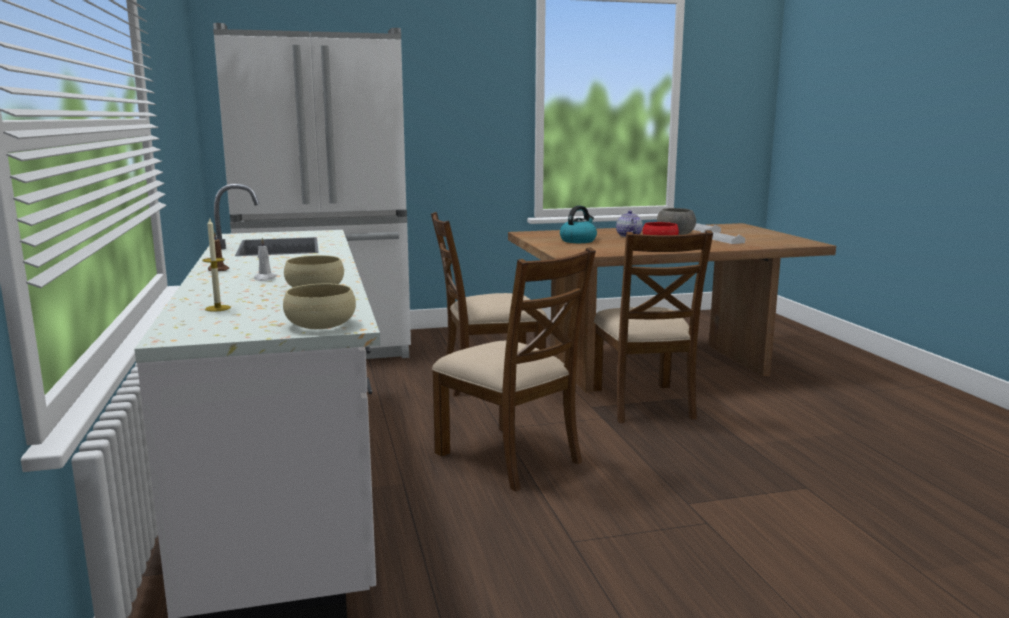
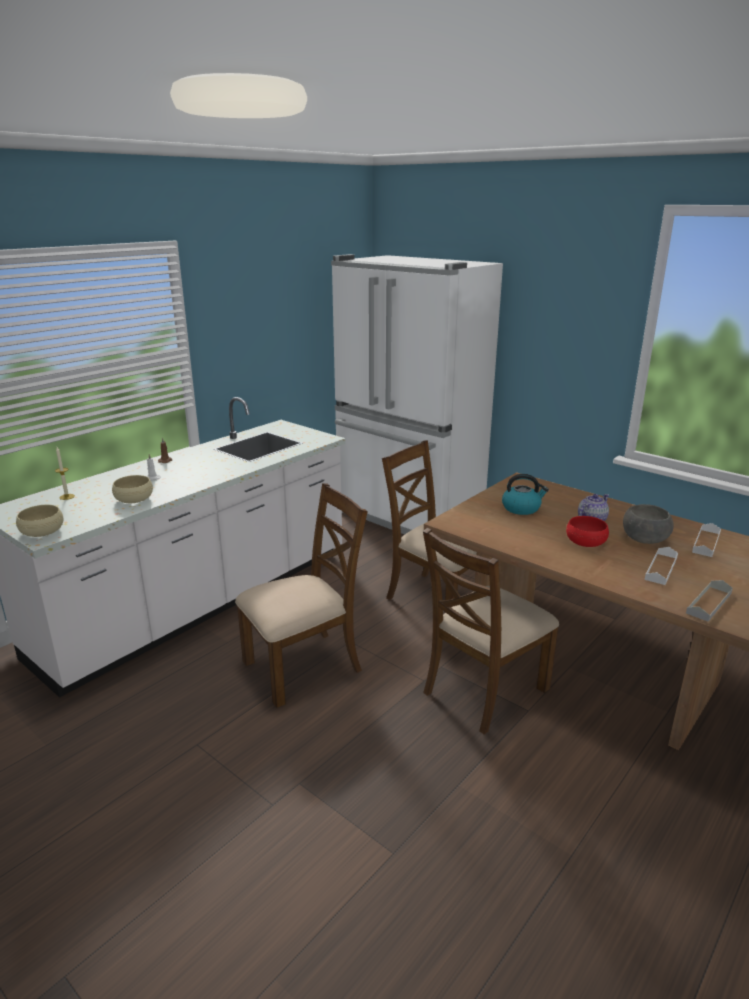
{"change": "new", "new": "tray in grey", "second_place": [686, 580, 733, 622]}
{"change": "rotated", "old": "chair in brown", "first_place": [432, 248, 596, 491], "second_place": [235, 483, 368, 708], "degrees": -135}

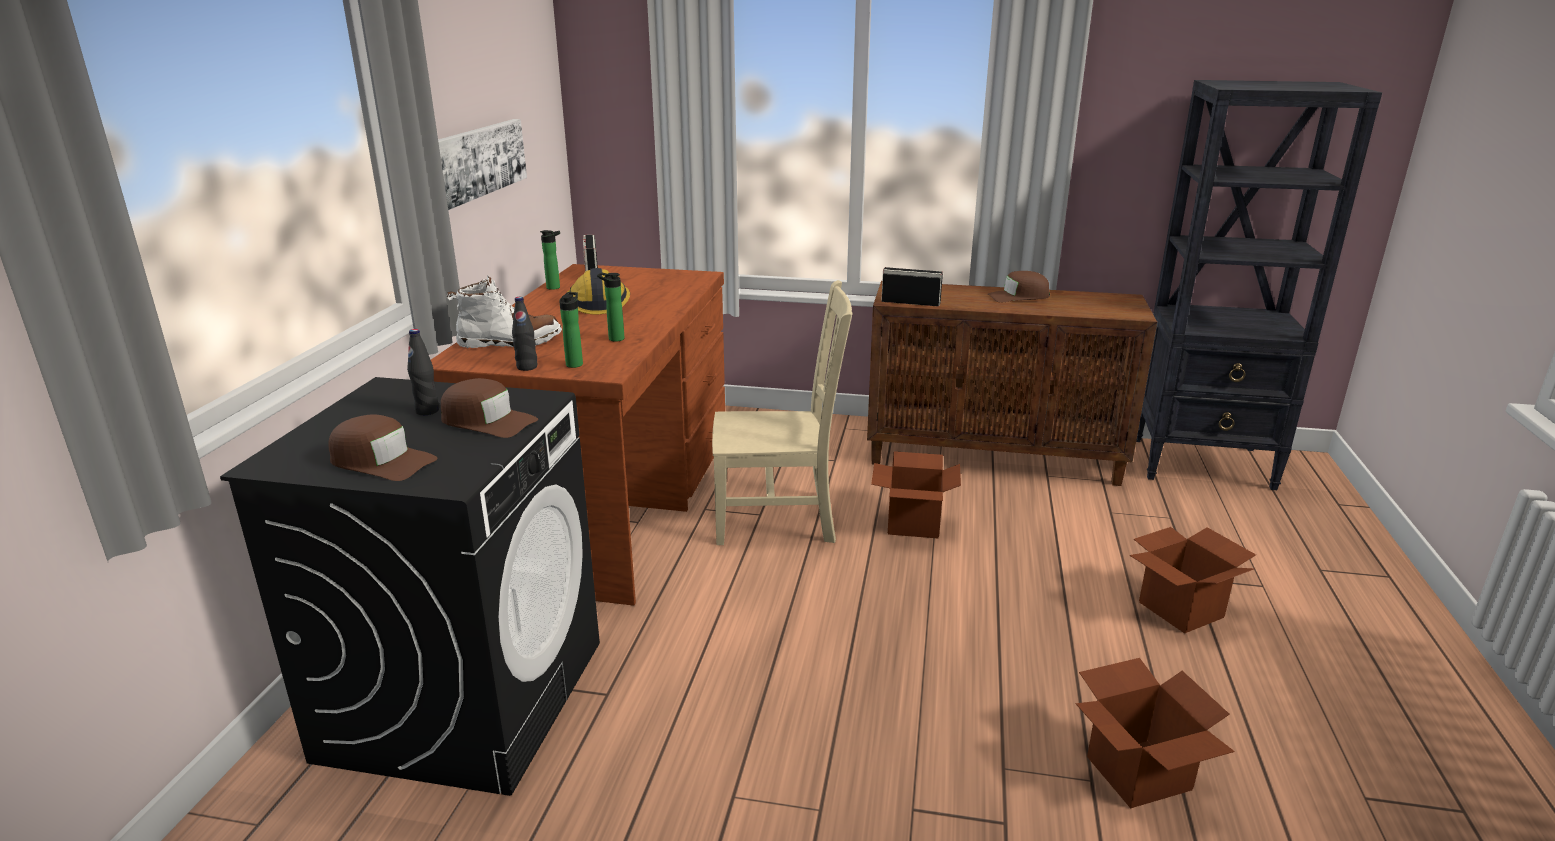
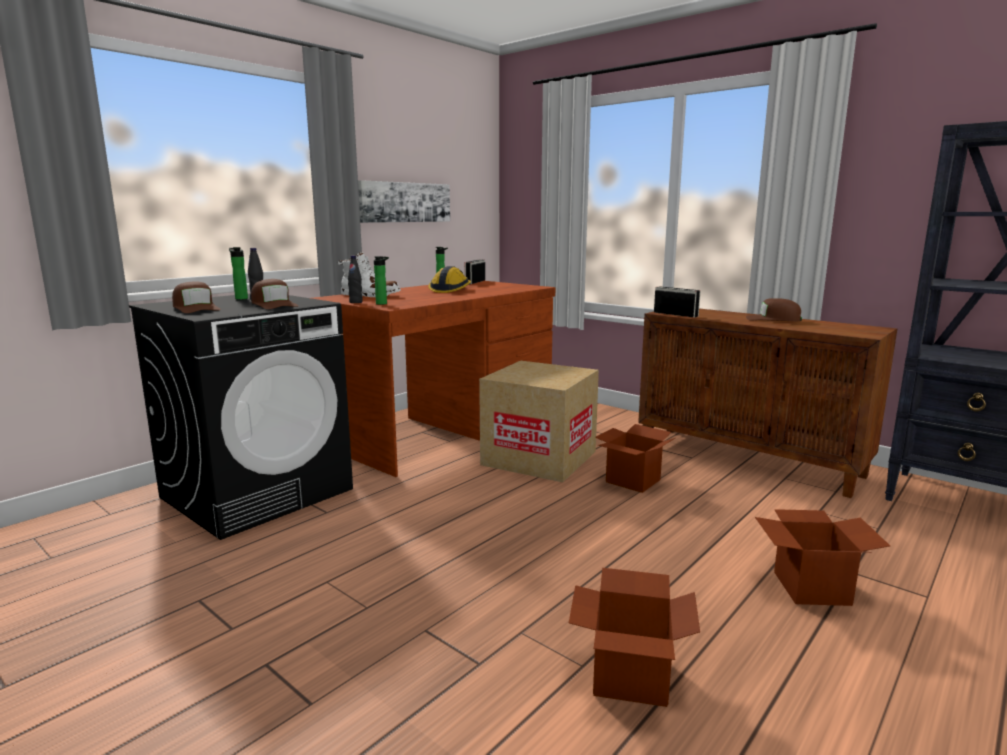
{"change": "shifted", "old": "bottle", "first_place": [597, 273, 625, 342], "second_place": [229, 247, 248, 300]}
{"change": "swapped", "old": "chair in beige", "new": "cardboard box", "first_place": [712, 280, 853, 545], "second_place": [479, 361, 599, 482]}

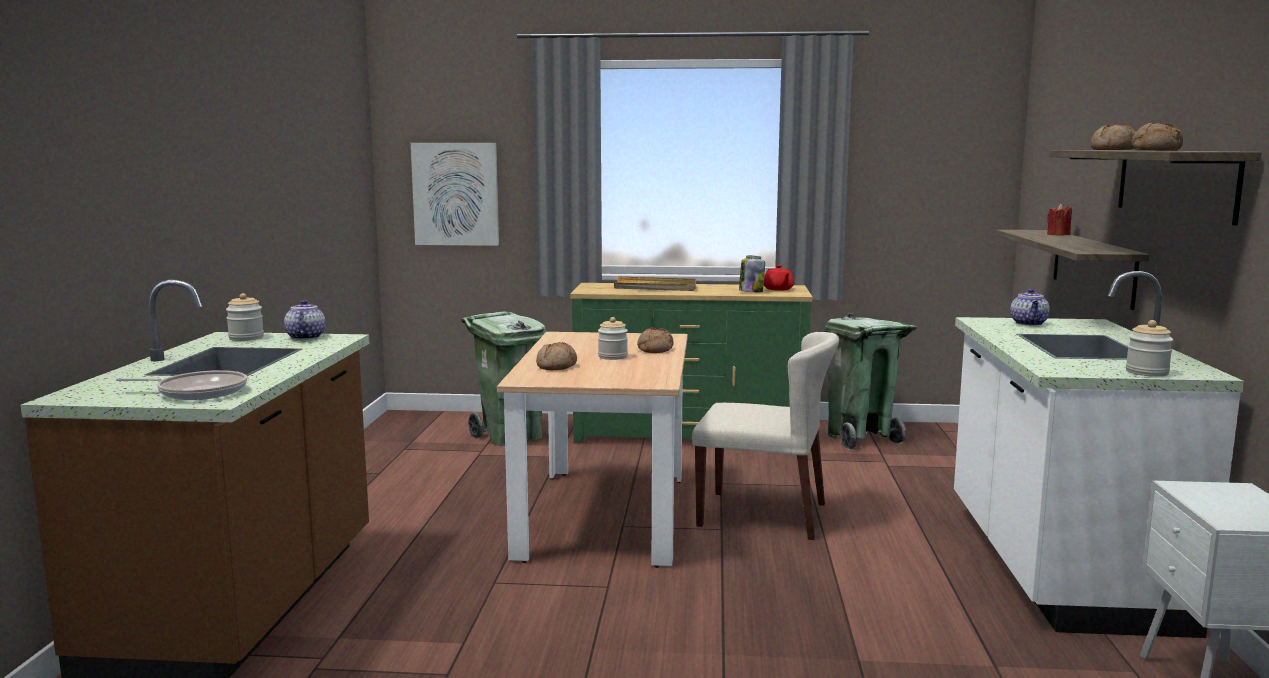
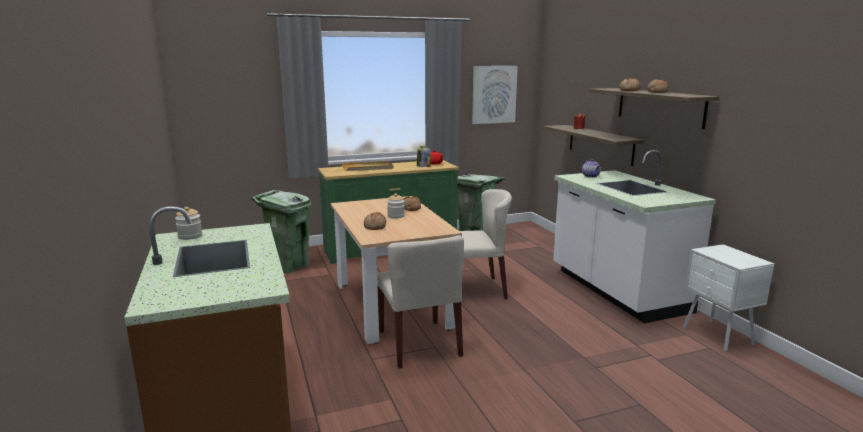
{"change": "gone", "old": "frying pan", "first_place": [116, 370, 248, 400]}
{"change": "gone", "old": "teapot", "first_place": [284, 300, 326, 340]}
{"change": "gone", "old": "jar", "first_place": [1126, 320, 1173, 377]}
{"change": "new", "new": "chair in beige", "second_place": [377, 236, 464, 369]}
{"change": "shifted", "old": "picture", "first_place": [411, 143, 499, 246], "second_place": [472, 66, 518, 124]}

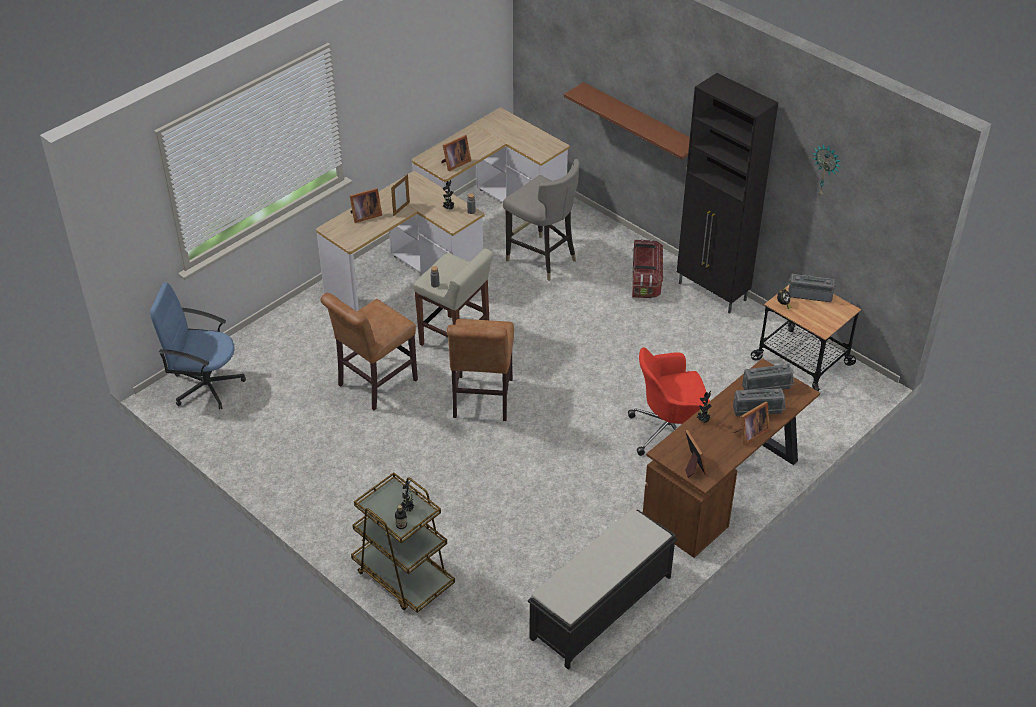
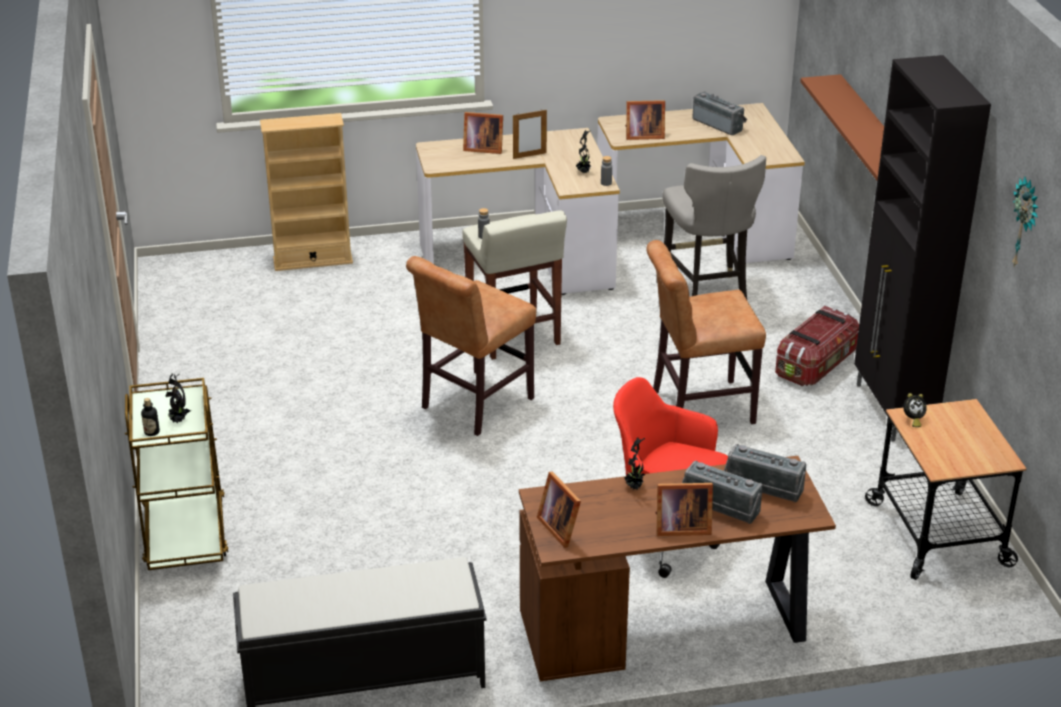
{"change": "gone", "old": "office chair in blue", "first_place": [150, 282, 246, 409]}
{"change": "new", "new": "bookcase in beige", "second_place": [260, 113, 353, 271]}
{"change": "shifted", "old": "chair in brown", "first_place": [320, 293, 418, 410], "second_place": [646, 240, 766, 424]}
{"change": "shifted", "old": "radio", "first_place": [788, 274, 836, 302], "second_place": [692, 92, 747, 135]}
{"change": "rotated", "old": "picture frame", "first_place": [685, 429, 708, 478], "second_place": [537, 472, 581, 548], "degrees": 135}

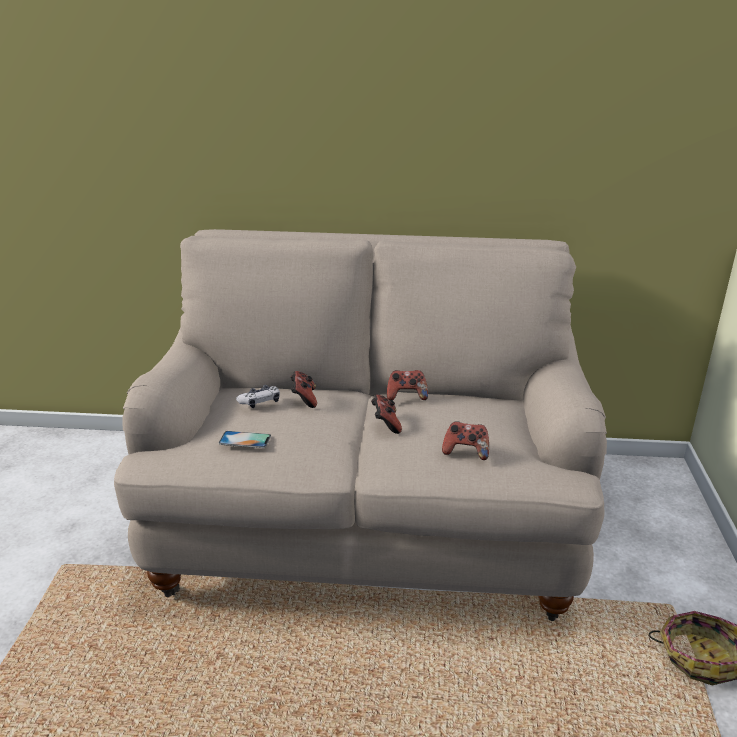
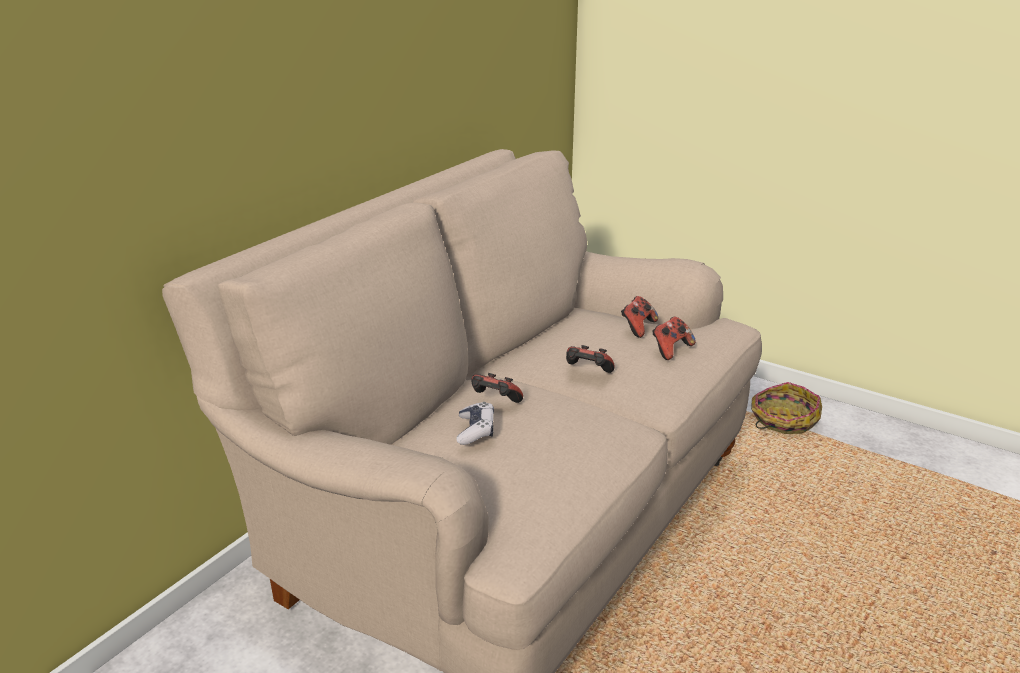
{"change": "gone", "old": "phone", "first_place": [219, 431, 271, 448]}
{"change": "shifted", "old": "game controller", "first_place": [387, 370, 428, 400], "second_place": [621, 296, 658, 338]}

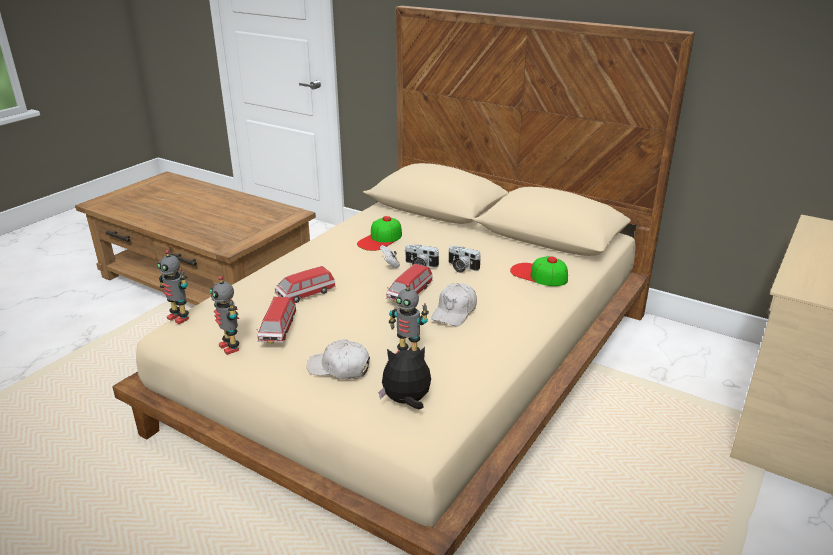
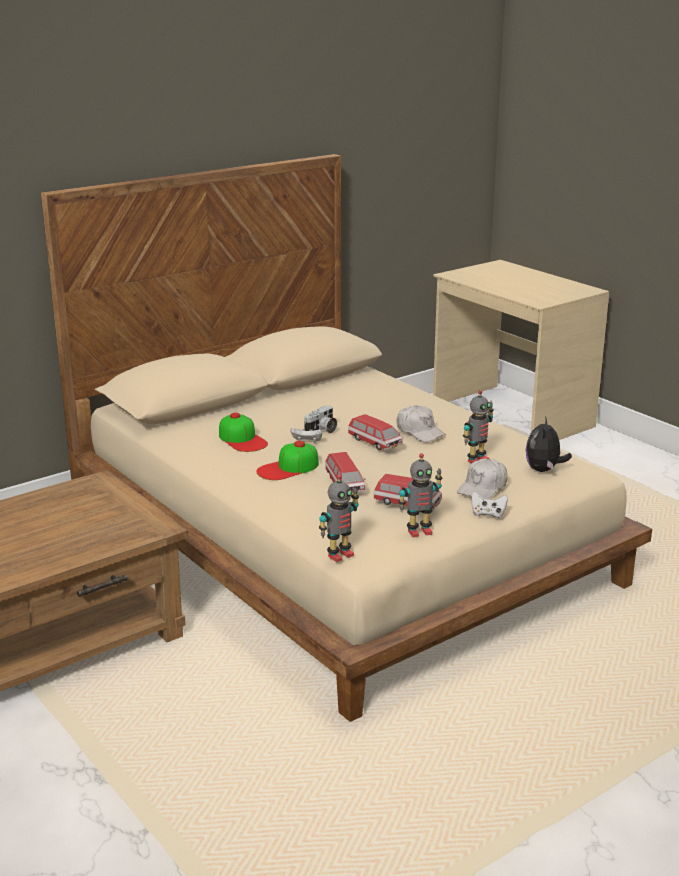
{"change": "gone", "old": "photo camera", "first_place": [448, 245, 481, 273]}
{"change": "new", "new": "game controller in white", "second_place": [471, 491, 508, 518]}
{"change": "shifted", "old": "cap", "first_place": [510, 256, 568, 286], "second_place": [256, 441, 319, 480]}

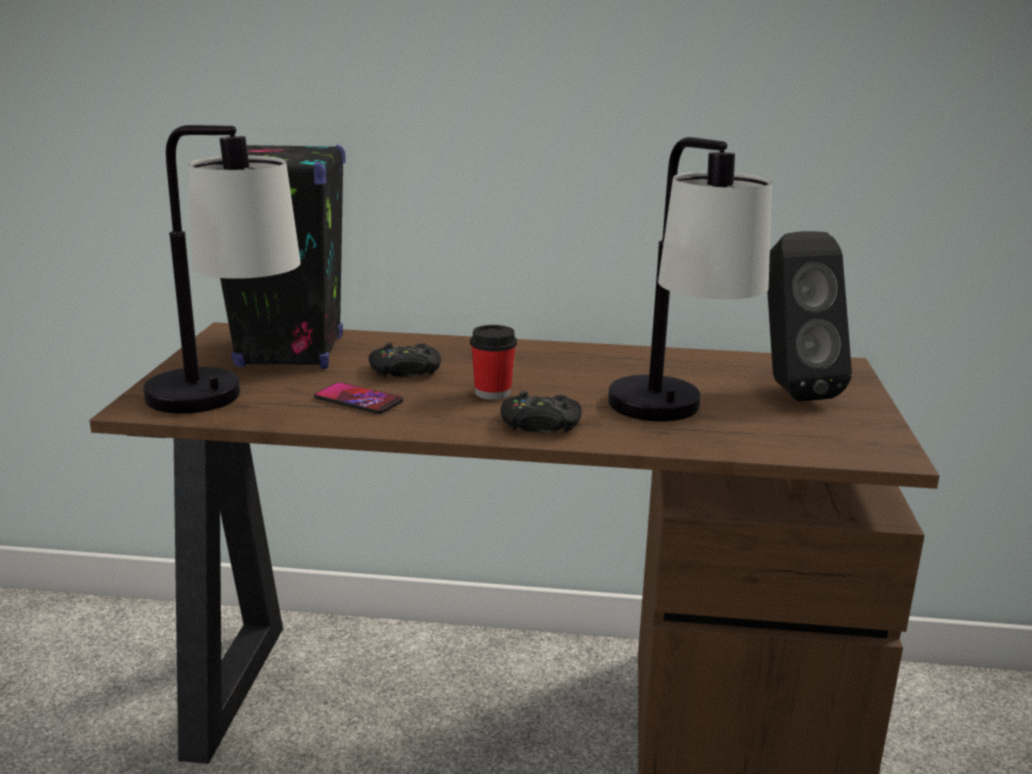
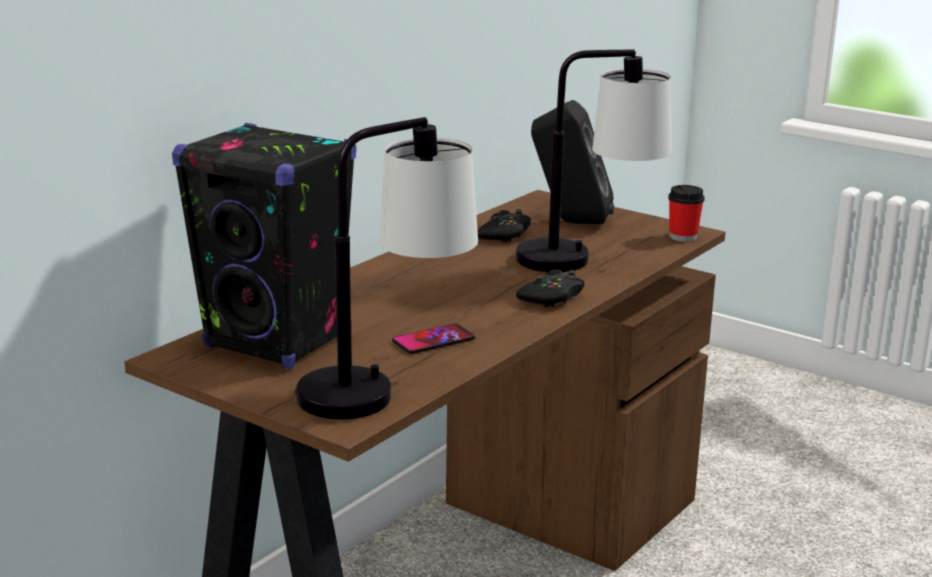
{"change": "shifted", "old": "game controller in black", "first_place": [368, 342, 441, 377], "second_place": [477, 209, 531, 242]}
{"change": "shifted", "old": "cup", "first_place": [470, 325, 517, 400], "second_place": [668, 185, 705, 242]}

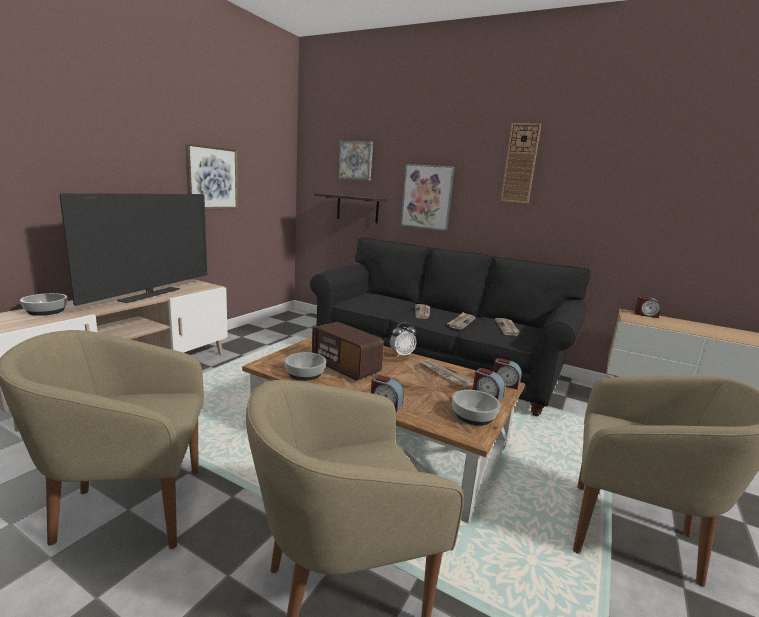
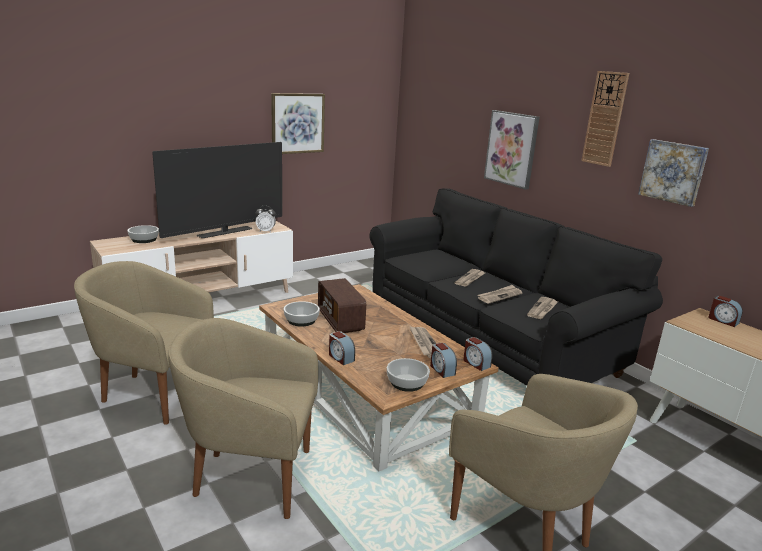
{"change": "gone", "old": "shelf", "first_place": [314, 193, 387, 223]}
{"change": "shifted", "old": "picture", "first_place": [338, 141, 373, 181], "second_place": [638, 139, 709, 207]}
{"change": "shifted", "old": "alarm clock", "first_place": [390, 322, 417, 357], "second_place": [256, 206, 276, 232]}

